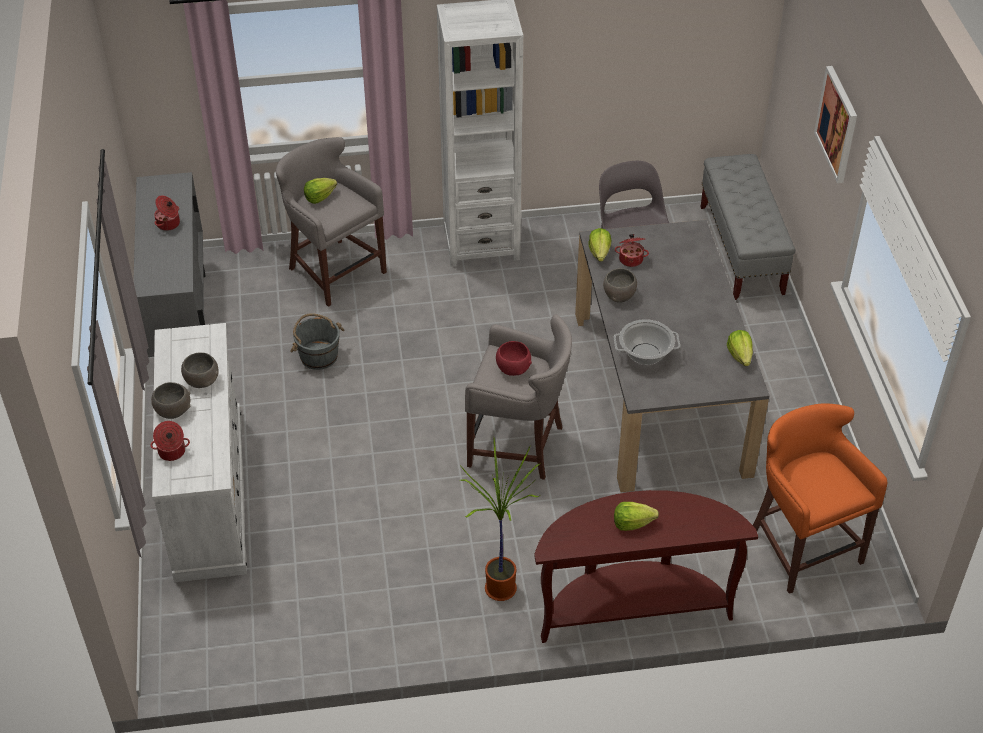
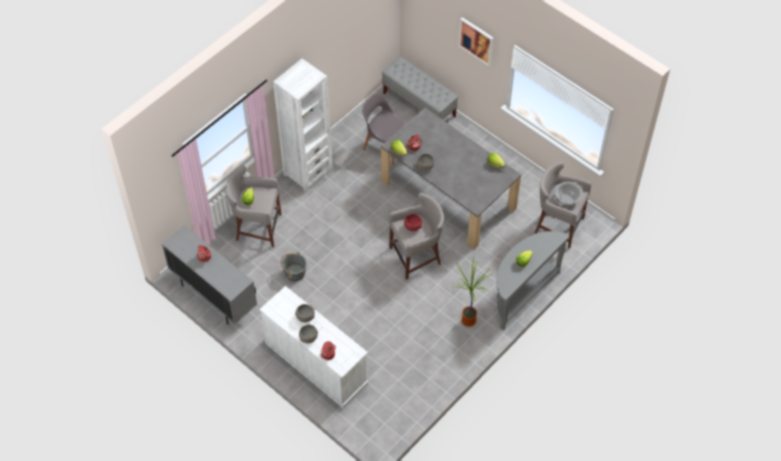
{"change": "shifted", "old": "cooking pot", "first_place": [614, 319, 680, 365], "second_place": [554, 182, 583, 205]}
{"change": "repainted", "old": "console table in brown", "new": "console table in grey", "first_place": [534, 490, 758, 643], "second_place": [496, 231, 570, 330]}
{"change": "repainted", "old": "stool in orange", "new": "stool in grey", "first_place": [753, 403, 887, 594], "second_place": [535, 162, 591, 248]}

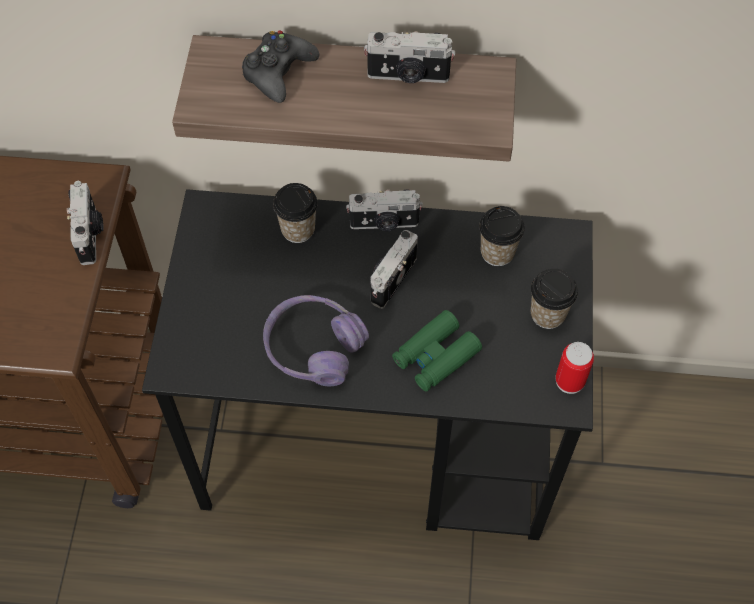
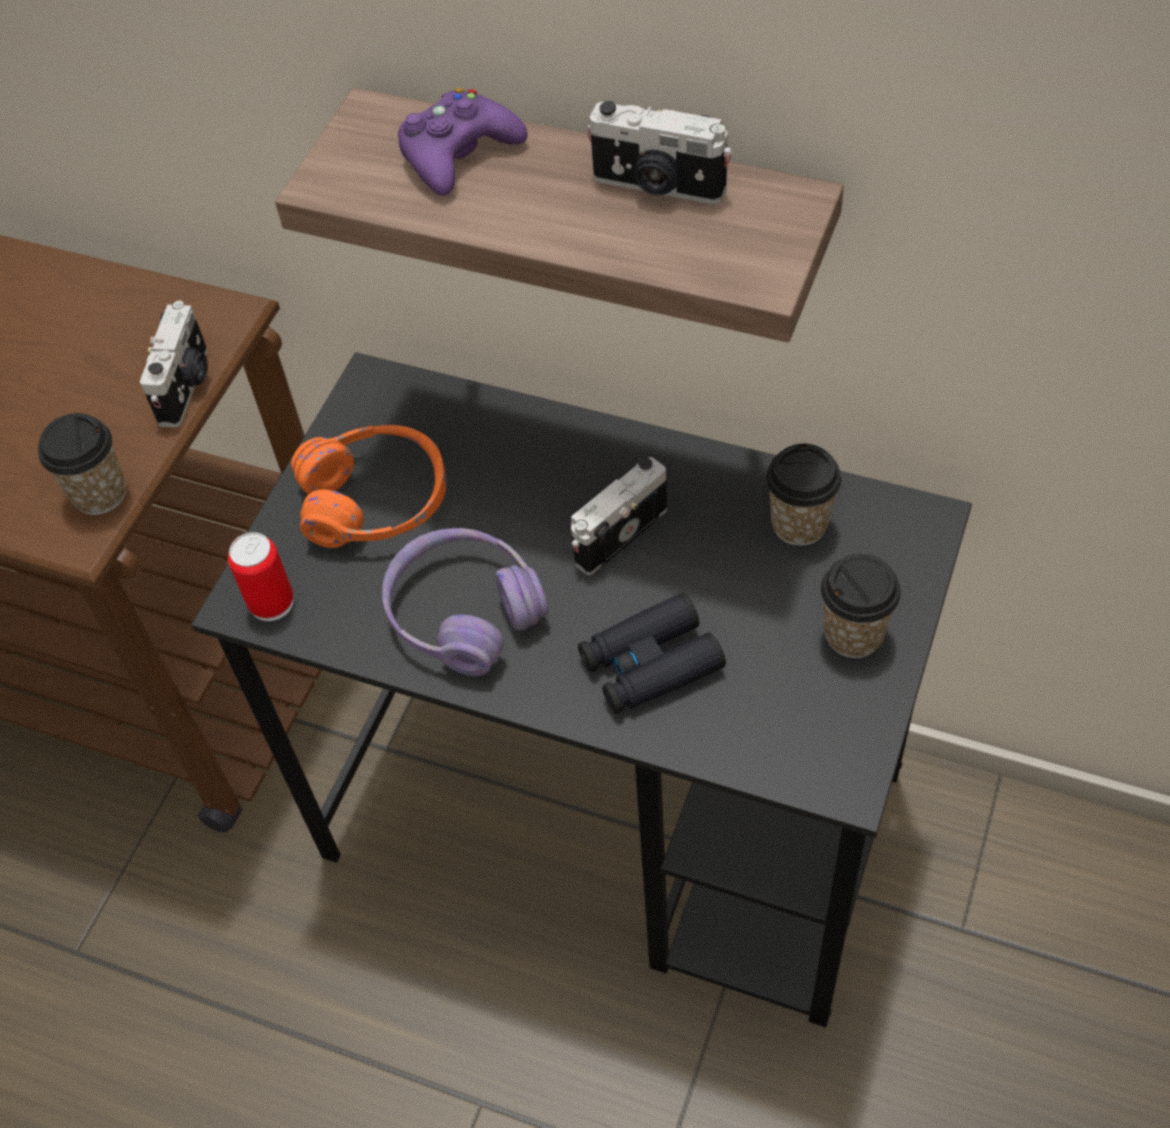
{"change": "gone", "old": "photo camera", "first_place": [346, 189, 423, 231]}
{"change": "new", "new": "headphones in orange", "second_place": [291, 425, 447, 548]}
{"change": "shifted", "old": "cup", "first_place": [273, 183, 318, 243], "second_place": [38, 413, 126, 515]}
{"change": "shifted", "old": "can", "first_place": [555, 342, 594, 394], "second_place": [228, 532, 294, 621]}
{"change": "repainted", "old": "game controller in black", "new": "game controller in purple", "first_place": [242, 31, 319, 103], "second_place": [398, 88, 528, 196]}
{"change": "repainted", "old": "binoculars in green", "new": "binoculars in black", "first_place": [392, 310, 482, 392], "second_place": [578, 593, 726, 714]}

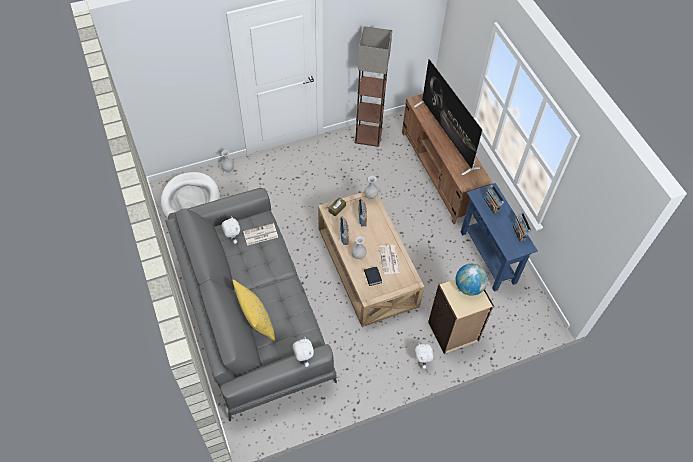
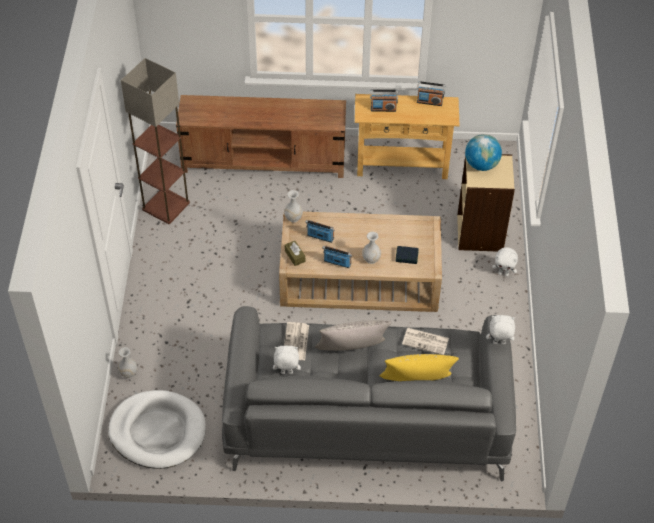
{"change": "gone", "old": "television", "first_place": [414, 59, 482, 176]}
{"change": "new", "new": "pillow in grey", "second_place": [315, 321, 391, 351]}
{"change": "shifted", "old": "newspaper", "first_place": [379, 245, 400, 274], "second_place": [402, 328, 449, 355]}
{"change": "repainted", "old": "console table in blue", "new": "console table in beige", "first_place": [461, 183, 538, 292], "second_place": [354, 94, 459, 179]}

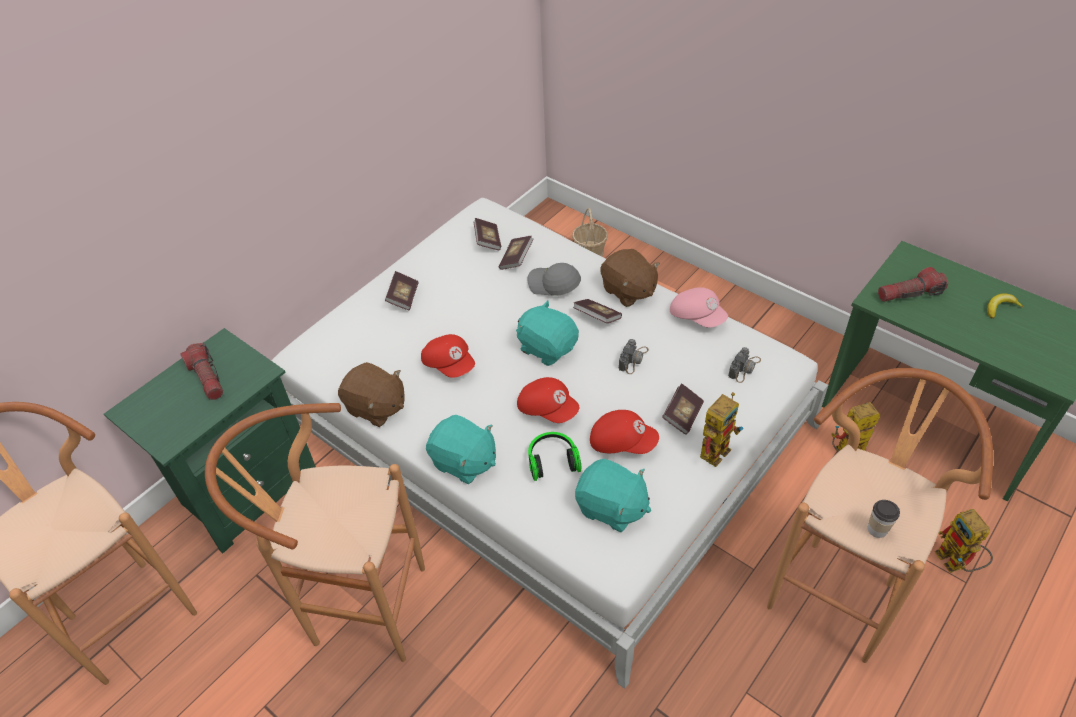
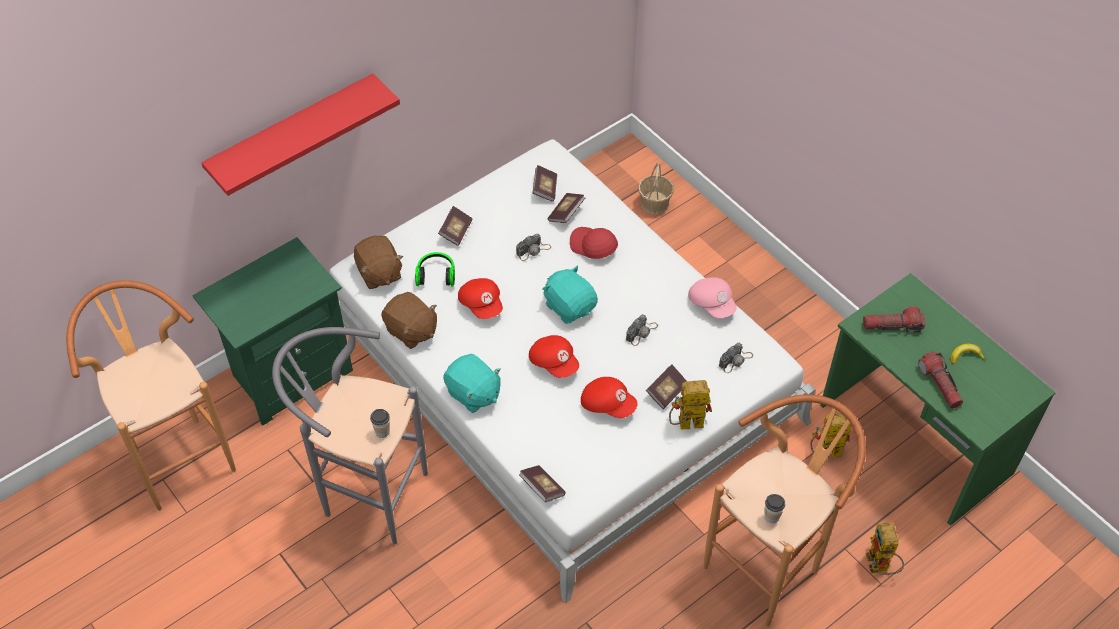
{"change": "gone", "old": "plush toy in turquoise", "first_place": [575, 459, 651, 532]}
{"change": "new", "new": "shelf in red", "second_place": [201, 73, 400, 196]}
{"change": "new", "new": "cup", "second_place": [370, 409, 390, 438]}
{"change": "new", "new": "photo camera", "second_place": [516, 234, 551, 261]}
{"change": "shifted", "old": "flashlight", "first_place": [180, 342, 223, 400], "second_place": [918, 352, 963, 409]}
{"change": "shifted", "old": "headphones", "first_place": [528, 432, 581, 481], "second_place": [415, 252, 455, 287]}
{"change": "shifted", "old": "book", "first_place": [573, 299, 622, 323], "second_place": [519, 465, 566, 502]}
{"change": "shifted", "old": "plush toy in brown", "first_place": [600, 249, 660, 307], "second_place": [354, 236, 403, 289]}
{"change": "repainted", "old": "stool in brown", "new": "stool in grey", "first_place": [205, 403, 425, 662], "second_place": [272, 327, 428, 544]}
{"change": "repainted", "old": "cap in grey", "new": "cap in red", "first_place": [527, 263, 581, 296], "second_place": [570, 227, 618, 259]}
{"change": "rotated", "old": "toy robot", "first_place": [700, 392, 743, 467], "second_place": [669, 380, 712, 429], "degrees": -150}

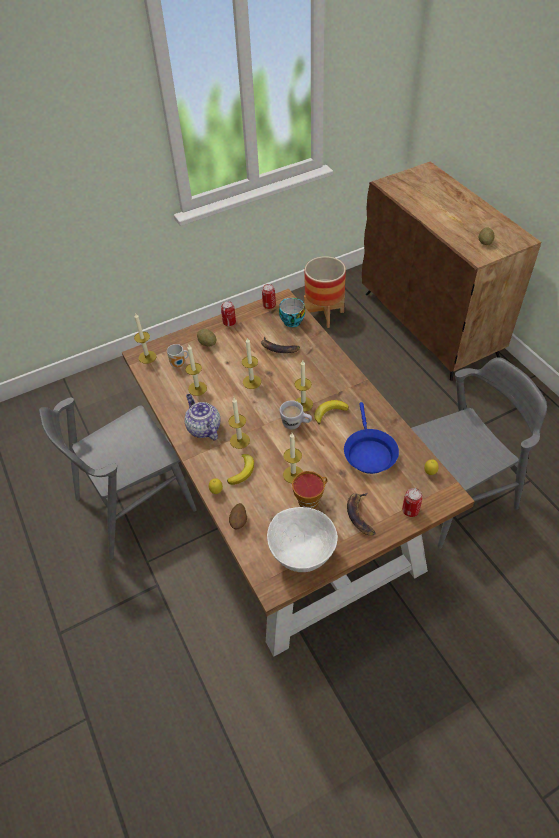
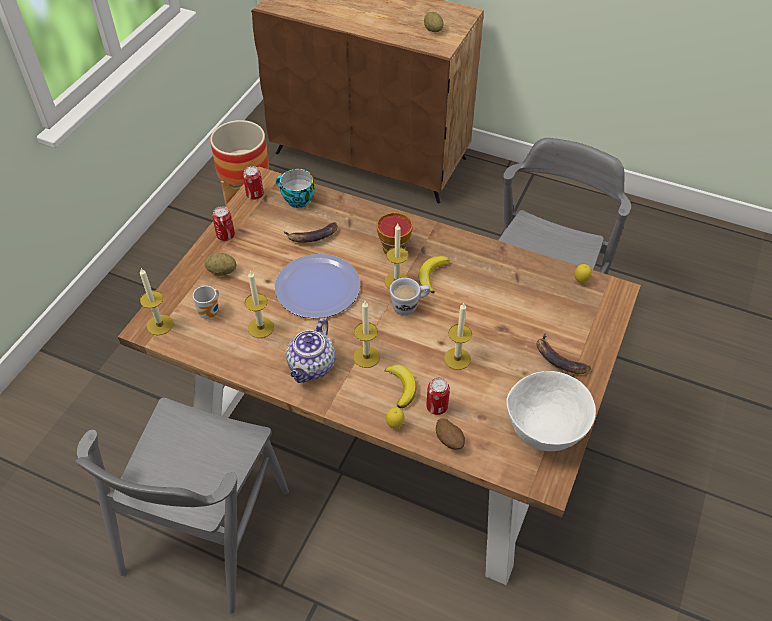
{"change": "gone", "old": "frying pan in blue", "first_place": [344, 402, 399, 474]}
{"change": "shifted", "old": "cup", "first_place": [292, 471, 327, 509], "second_place": [376, 212, 413, 255]}
{"change": "shifted", "old": "can", "first_place": [402, 488, 423, 517], "second_place": [426, 377, 450, 415]}
{"change": "swapped", "old": "candle", "new": "plate", "first_place": [242, 337, 261, 389], "second_place": [275, 254, 360, 319]}
{"change": "rotated", "old": "teapot", "first_place": [185, 394, 221, 440], "second_place": [286, 319, 335, 383], "degrees": -90}

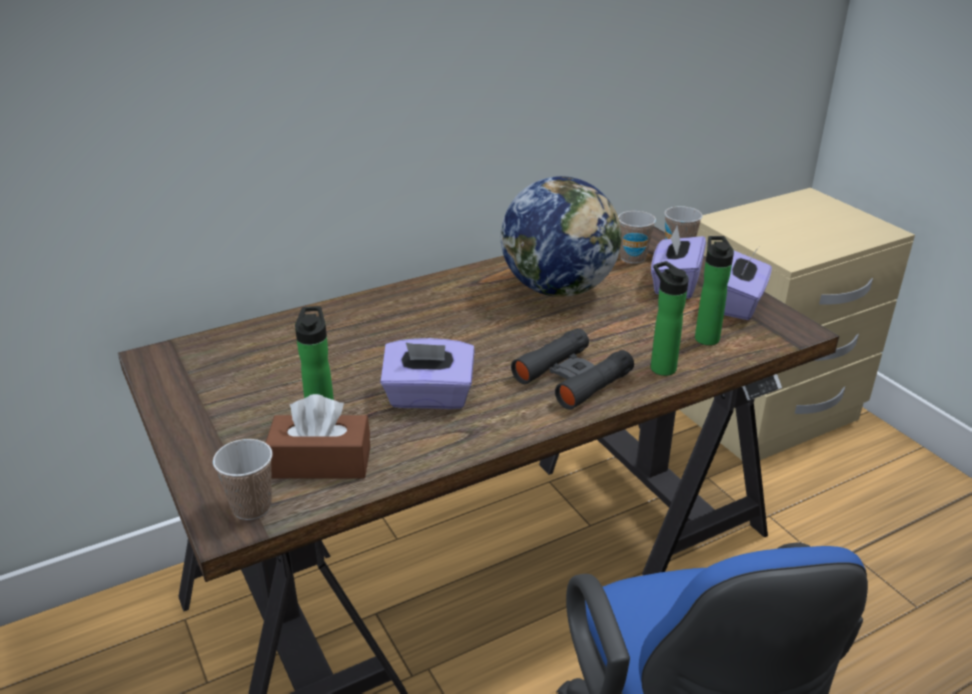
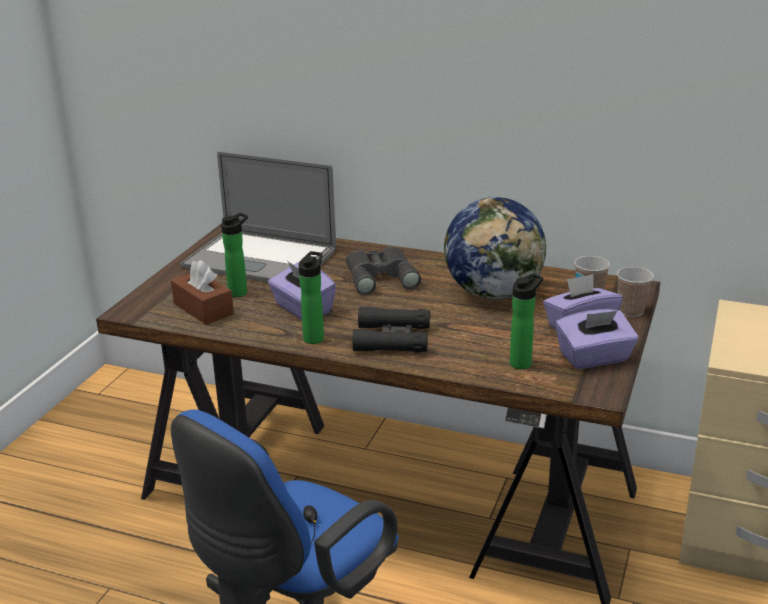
{"change": "gone", "old": "cup", "first_place": [213, 439, 273, 520]}
{"change": "new", "new": "laptop", "second_place": [180, 151, 336, 282]}
{"change": "new", "new": "binoculars in grey", "second_place": [346, 247, 421, 295]}
{"change": "shifted", "old": "bottle", "first_place": [651, 261, 689, 376], "second_place": [299, 251, 324, 344]}

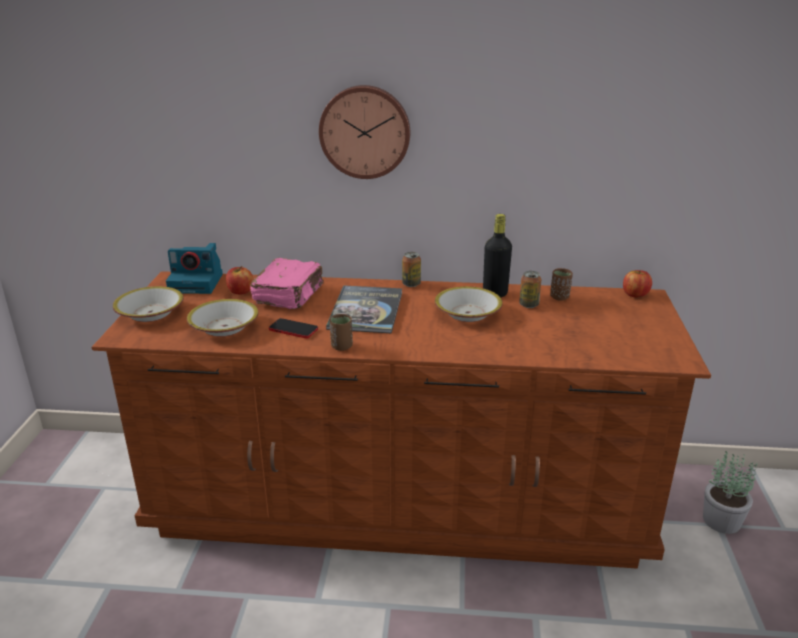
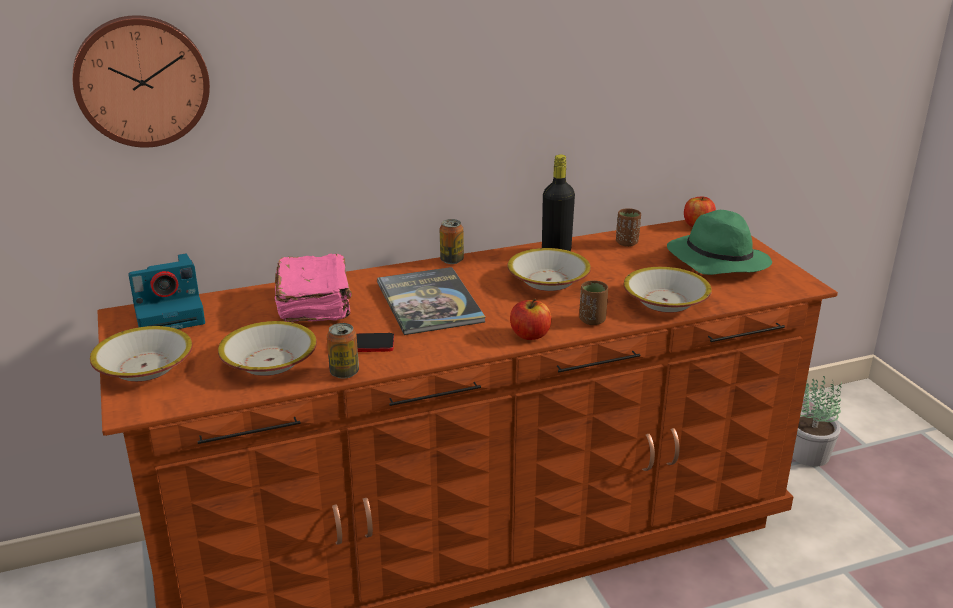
{"change": "new", "new": "bowl", "second_place": [623, 267, 712, 313]}
{"change": "new", "new": "hat in green", "second_place": [667, 210, 772, 275]}
{"change": "shifted", "old": "apple", "first_place": [226, 266, 253, 295], "second_place": [510, 299, 552, 340]}
{"change": "shifted", "old": "wall clock", "first_place": [319, 85, 410, 179], "second_place": [72, 15, 210, 148]}
{"change": "shifted", "old": "cup in brown", "first_place": [330, 314, 353, 351], "second_place": [579, 280, 608, 325]}
{"change": "shifted", "old": "can", "first_place": [519, 271, 541, 308], "second_place": [327, 323, 359, 379]}

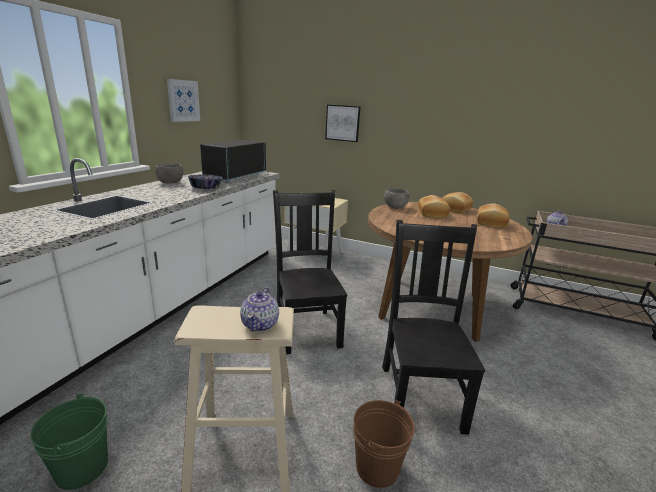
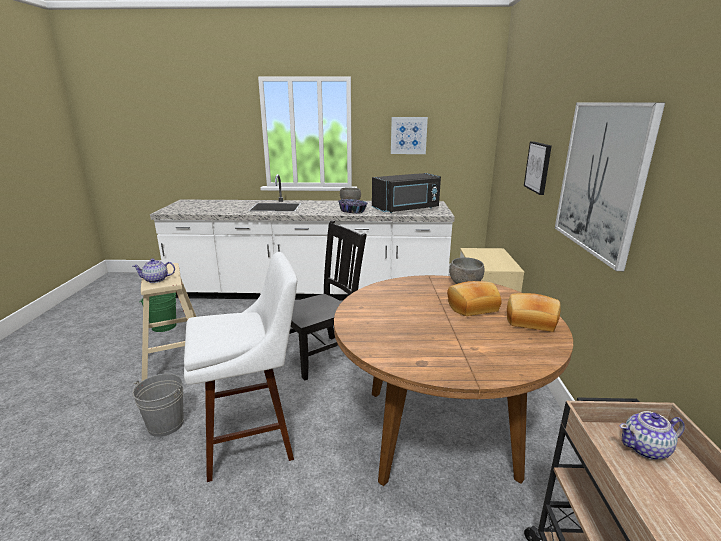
{"change": "gone", "old": "bread", "first_place": [477, 203, 509, 228]}
{"change": "new", "new": "picture", "second_place": [555, 102, 665, 271]}
{"change": "swapped", "old": "chair in black", "new": "stool in white", "first_place": [382, 220, 485, 434], "second_place": [184, 252, 297, 482]}
{"change": "repainted", "old": "bucket in brown", "new": "bucket in grey", "first_place": [353, 400, 415, 488], "second_place": [132, 373, 184, 437]}
{"change": "rotated", "old": "microwave in black", "first_place": [200, 140, 266, 182], "second_place": [372, 173, 441, 213], "degrees": 150}

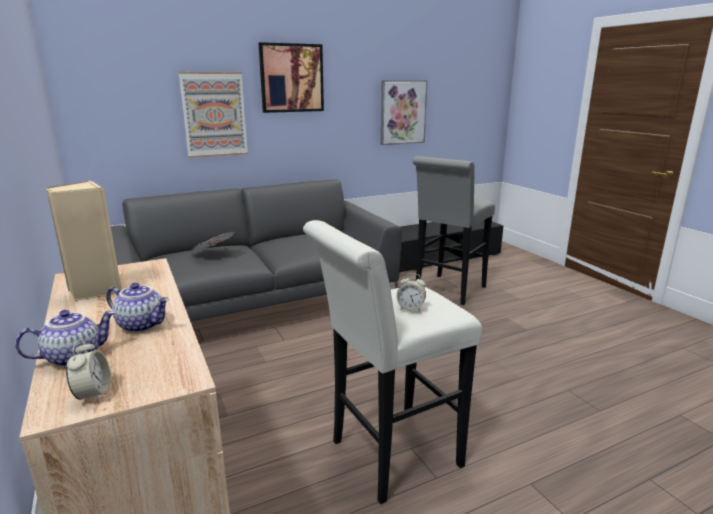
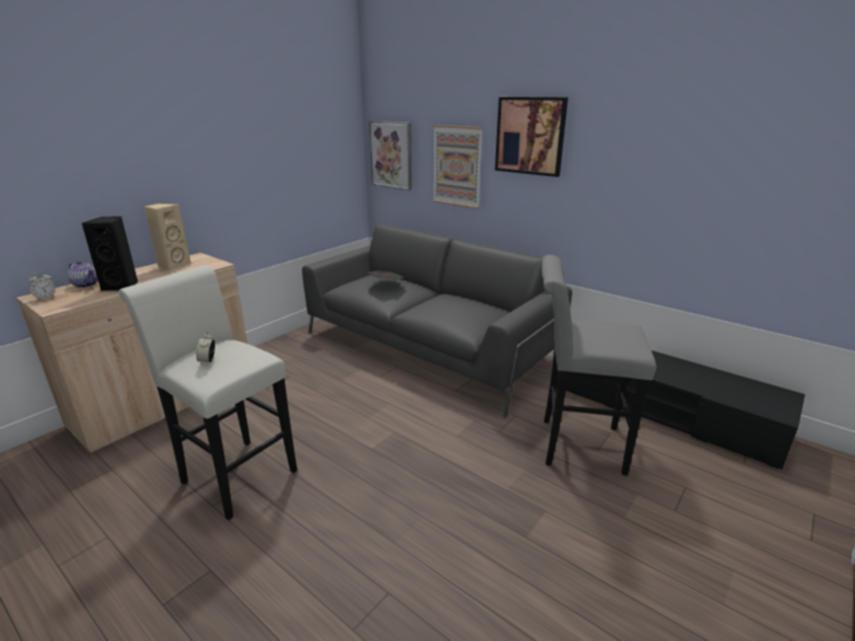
{"change": "shifted", "old": "picture", "first_place": [381, 80, 428, 145], "second_place": [369, 121, 412, 190]}
{"change": "swapped", "old": "teapot", "new": "speaker in black", "first_place": [106, 283, 169, 333], "second_place": [82, 217, 138, 291]}

